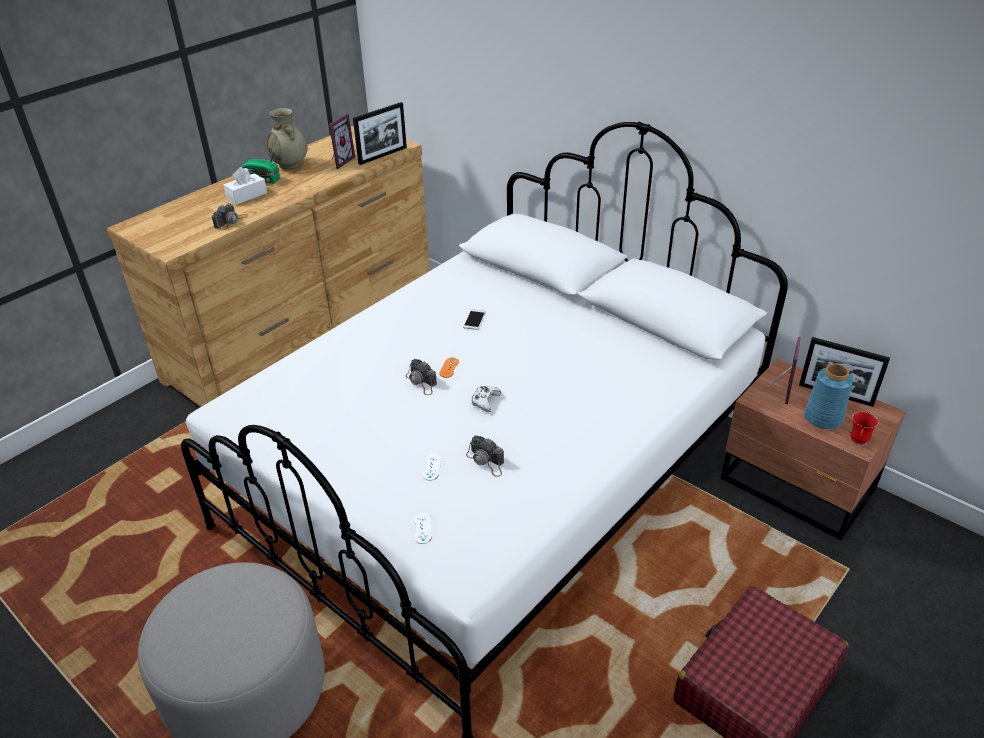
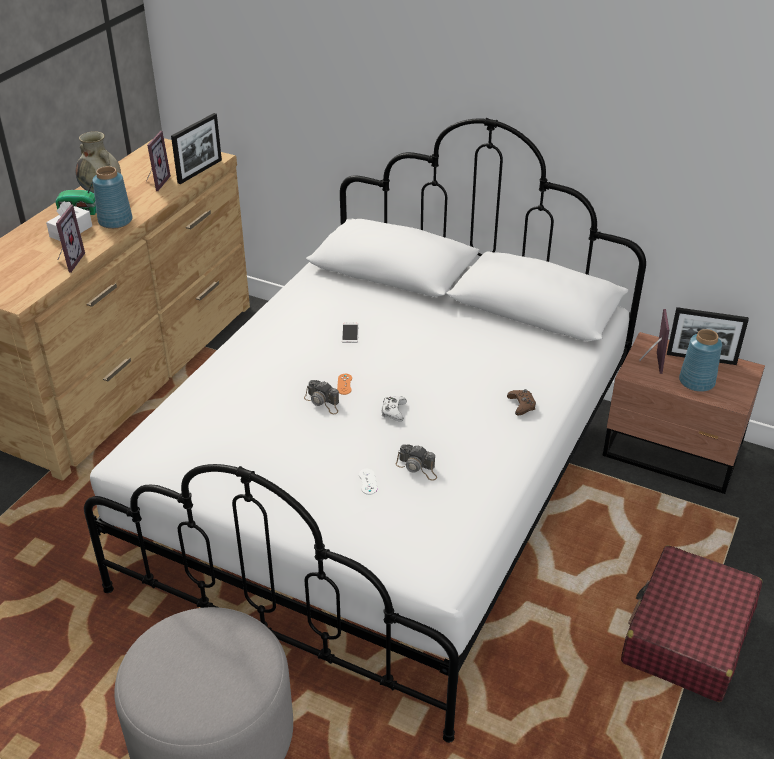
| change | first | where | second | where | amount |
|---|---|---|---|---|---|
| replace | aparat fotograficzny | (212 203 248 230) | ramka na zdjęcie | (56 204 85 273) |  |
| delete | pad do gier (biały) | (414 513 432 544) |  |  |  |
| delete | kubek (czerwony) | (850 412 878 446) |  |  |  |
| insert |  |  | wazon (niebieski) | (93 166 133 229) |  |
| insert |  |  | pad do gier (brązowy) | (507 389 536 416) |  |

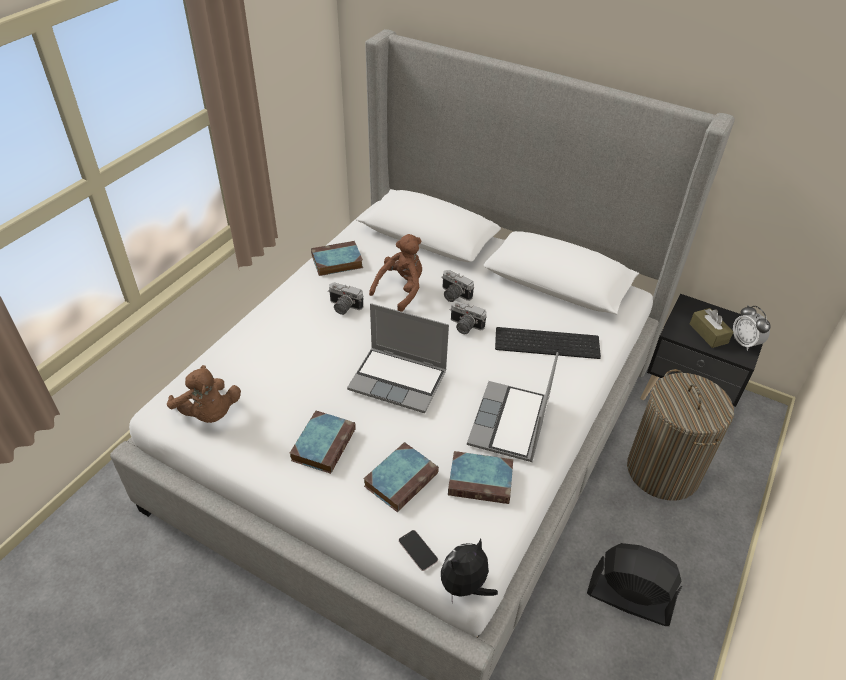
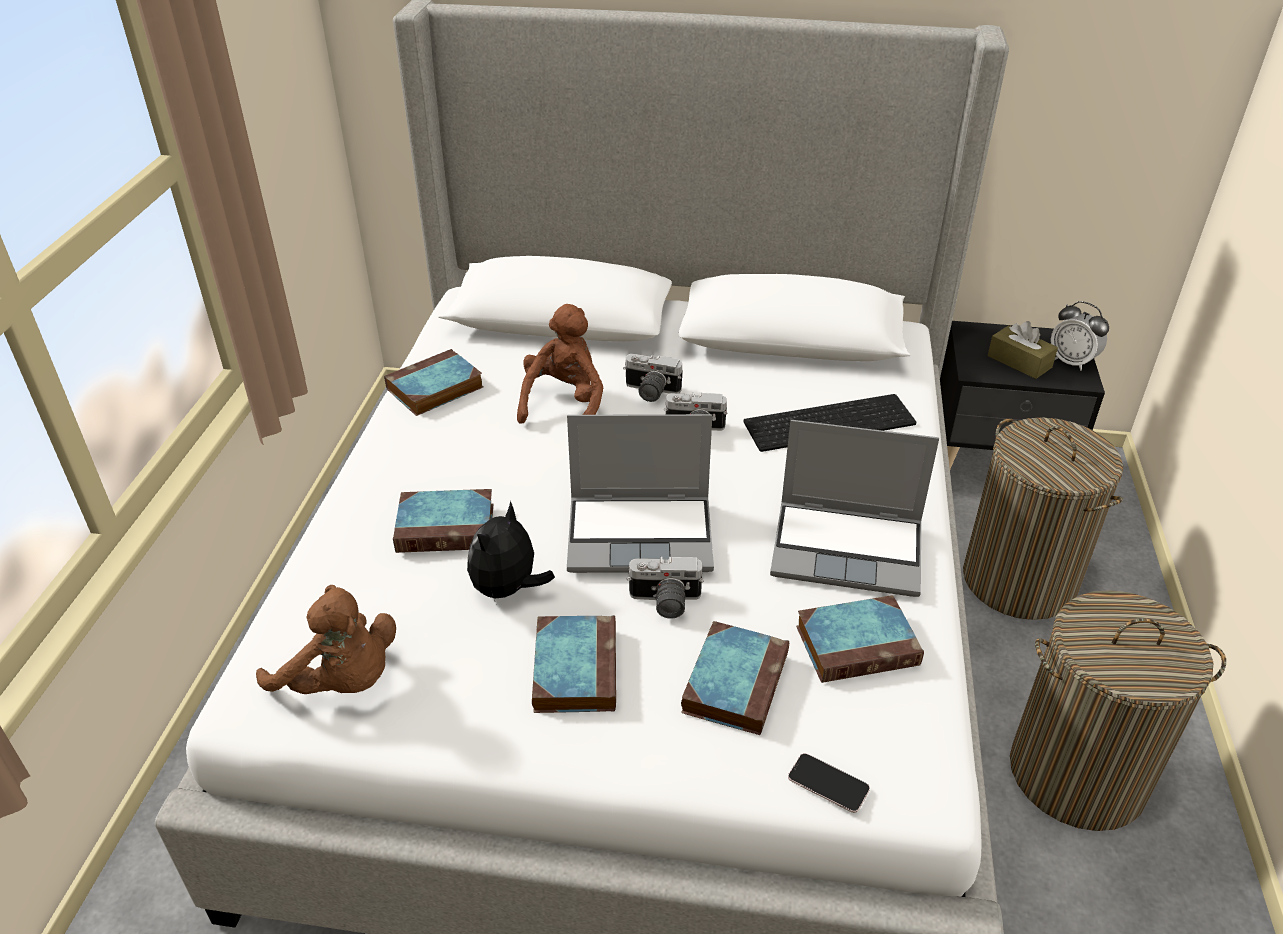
| change | first | where | second | where | amount |
|---|---|---|---|---|---|
| move | aparat fotograficzny | (328 283 364 315) |  | (627 556 704 619) |  |
| move | pluszak | (441 539 498 604) |  | (467 501 555 601) |  |
| rotate | laptop | (467 352 558 462) |  | (770 420 939 597) | 75 degrees counterclockwise |
| replace | wentylator (czarny) | (587 543 682 626) | kosz na pranie | (1010 590 1226 831) |  |
| insert |  |  | książka | (393 489 493 553) |  |

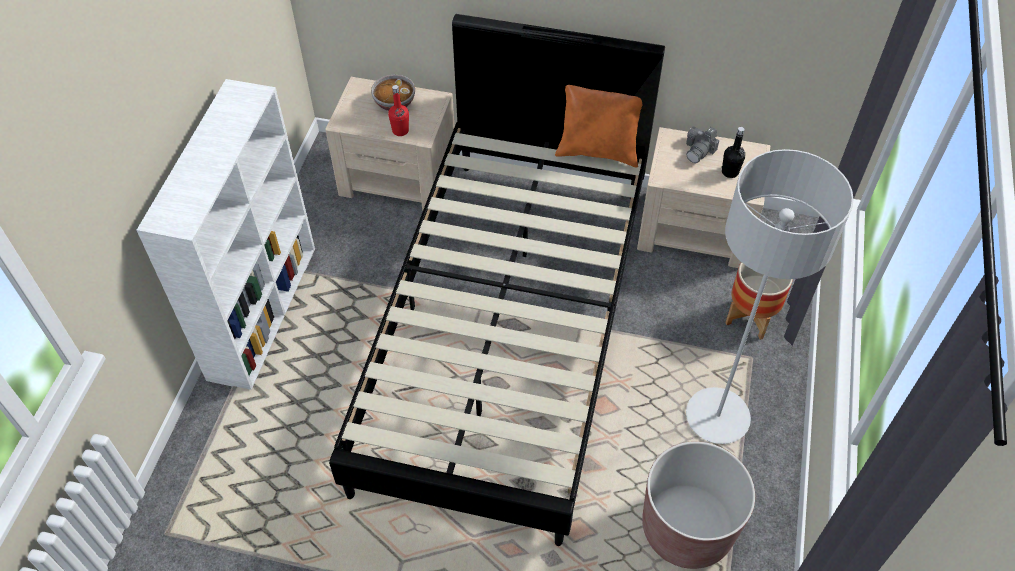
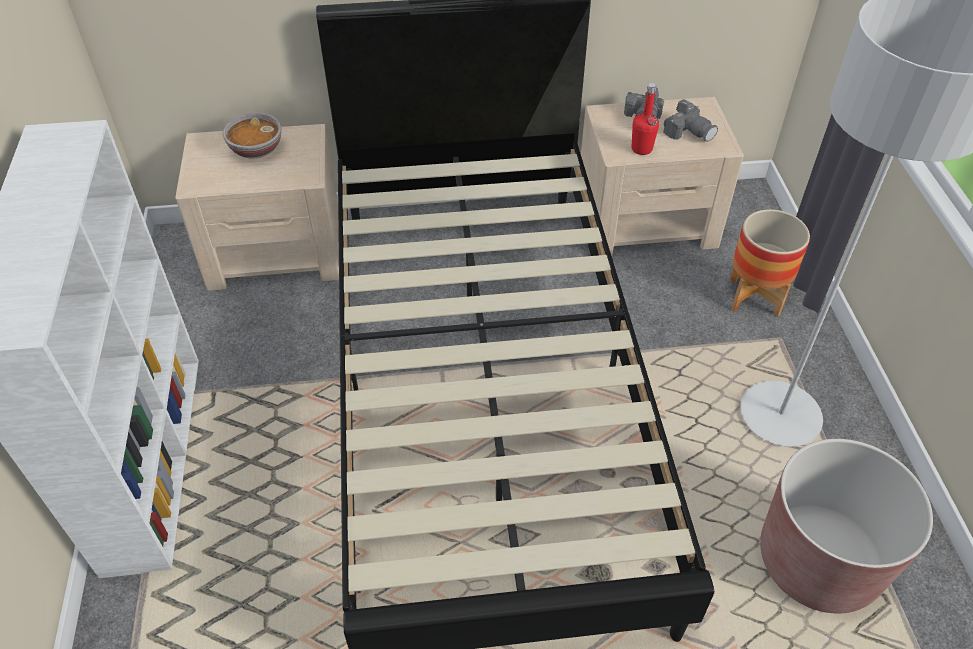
| change | first | where | second | where | amount |
|---|---|---|---|---|---|
| move | butelka (czerwony) | (388 85 409 136) |  | (632 83 659 155) |  |
| delete | poduszka (pomarańczowy) | (555 85 642 168) |  |  |  |
| replace | butelka (czarny) | (722 127 745 178) | aparat fotograficzny | (663 99 718 141) |  |

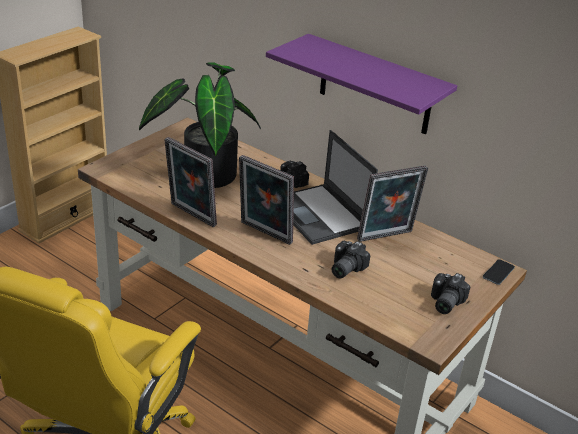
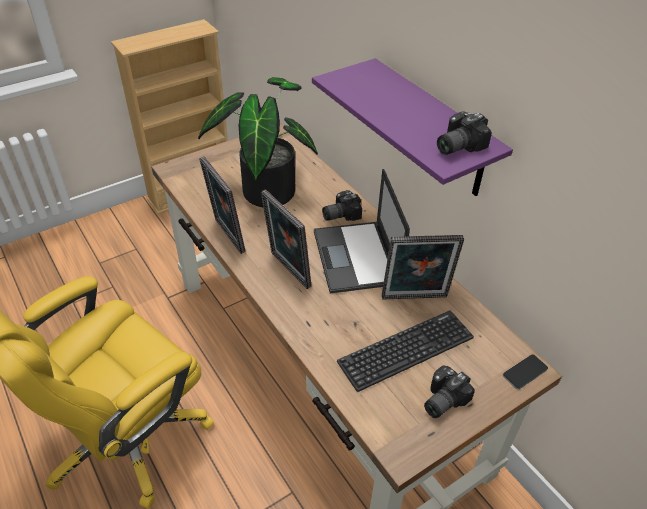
| change | first | where | second | where | amount |
|---|---|---|---|---|---|
| move | aparat fotograficzny | (332 241 370 278) |  | (437 111 492 155) |  |
| insert |  |  | klawiatura | (337 310 474 392) |  |

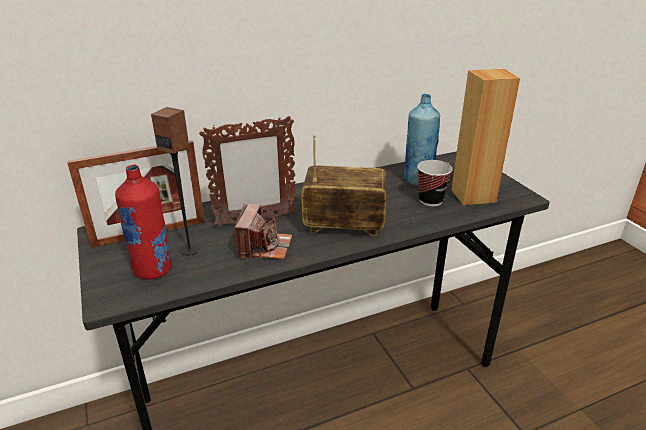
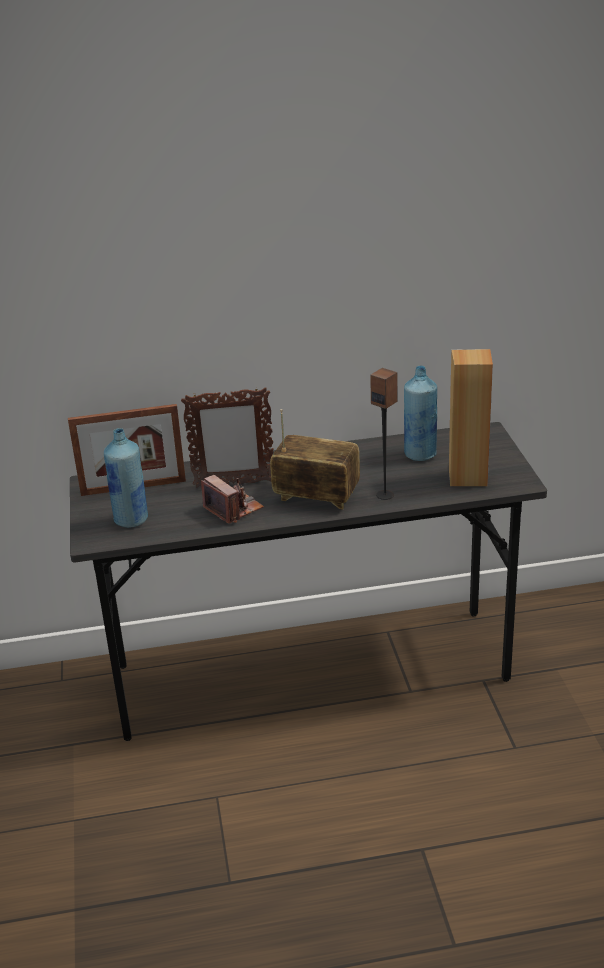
| change | first | where | second | where | amount |
|---|---|---|---|---|---|
| recolor | butelka (czerwony) | (115 165 172 280) | butelka (niebieski) | (104 428 148 528) |  |
| move | głośnik | (151 107 199 255) |  | (370 368 398 500) |  |
| rotate | aparat fotograficzny | (234 204 292 259) |  | (201 475 264 524) | 60 degrees counterclockwise |
| delete | filiżanka | (417 160 453 206) |  |  |  |

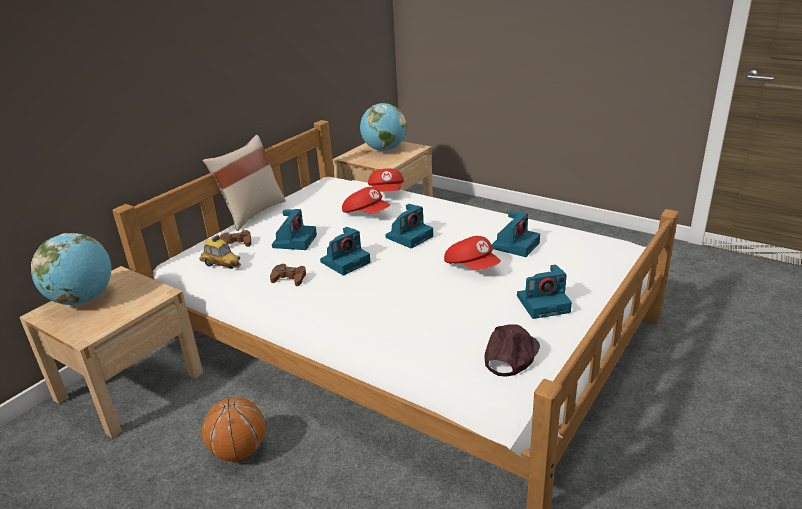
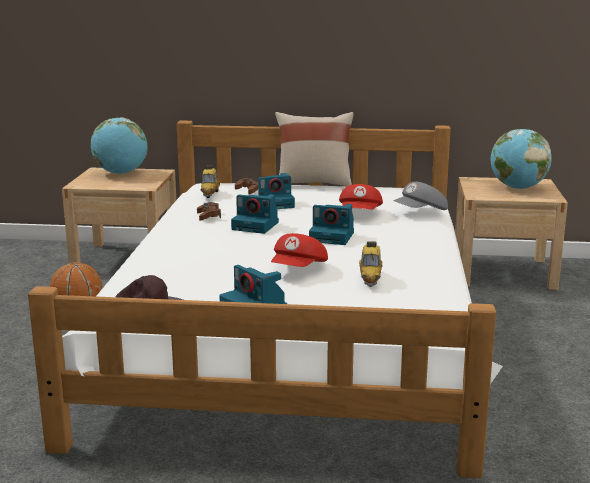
| change | first | where | second | where | amount |
|---|---|---|---|---|---|
| recolor | czapka z daszkiem (czerwony) | (368 169 404 192) | czapka z daszkiem (szary) | (393 182 448 210) |  |
| replace | aparat fotograficzny | (492 211 540 257) | samochodzik | (359 241 382 286) |  |

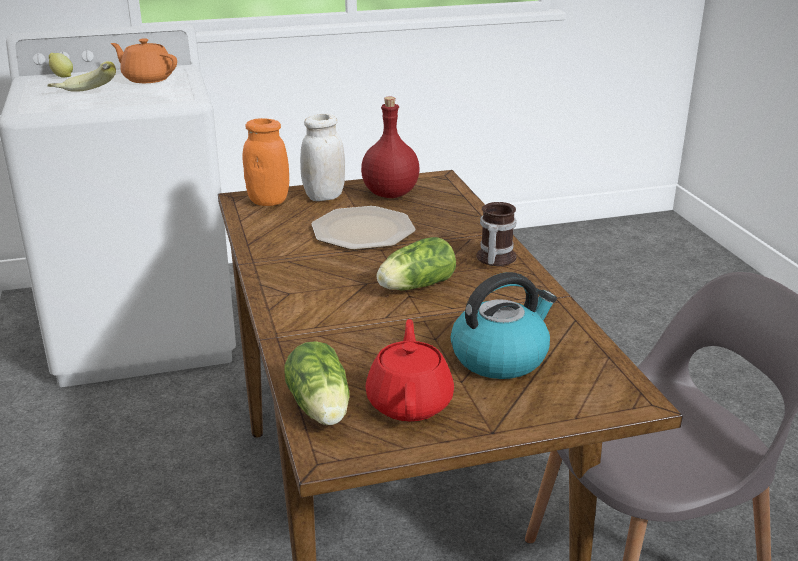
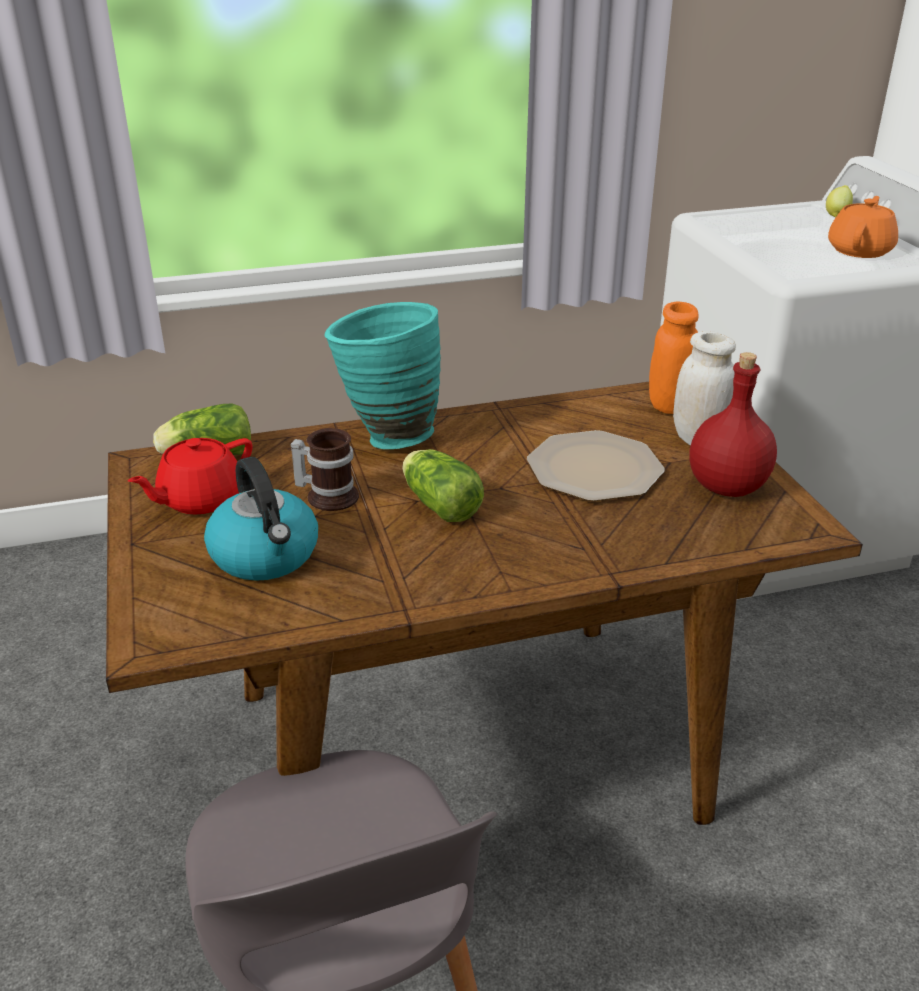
| change | first | where | second | where | amount |
|---|---|---|---|---|---|
| delete | banan | (48 61 116 92) |  |  |  |
| rotate | imbryk (czerwony) | (365 319 454 421) |  | (128 438 252 515) | 135 degrees clockwise |
| move | kubek | (476 202 516 266) |  | (291 428 359 511) |  |
| insert |  |  | wazon (turkusowy) | (324 302 441 449) |  |

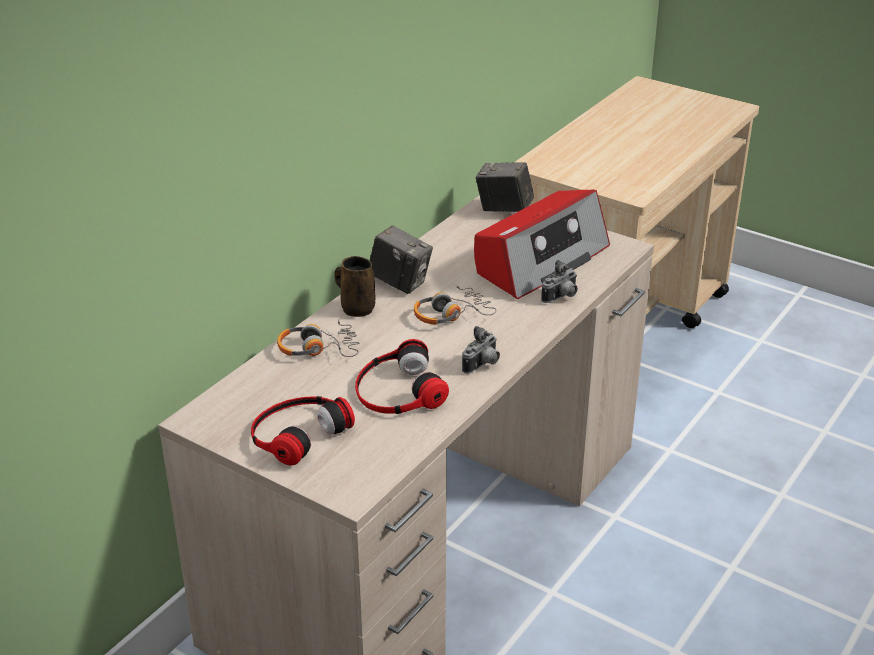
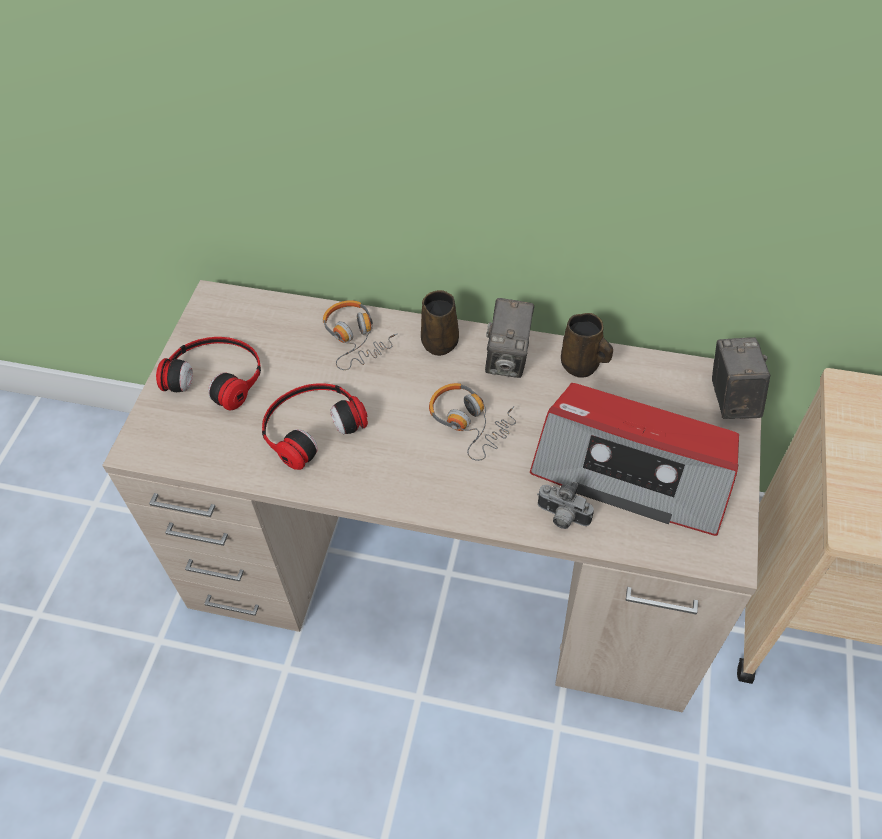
| change | first | where | second | where | amount |
|---|---|---|---|---|---|
| delete | aparat fotograficzny | (462 326 500 374) |  |  |  |
| insert |  |  | kubek (brązowy) | (561 313 613 378) |  |

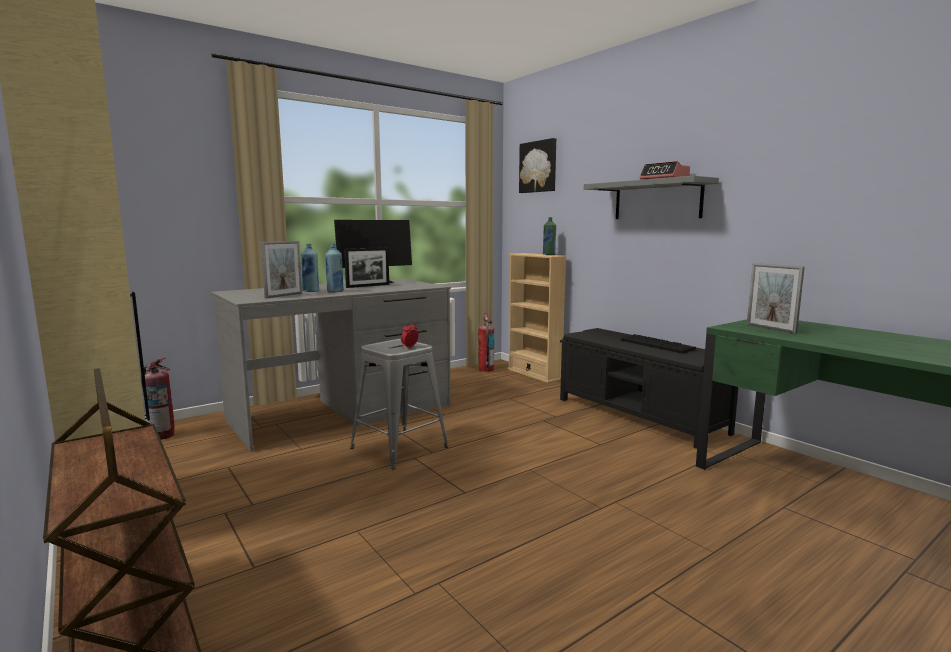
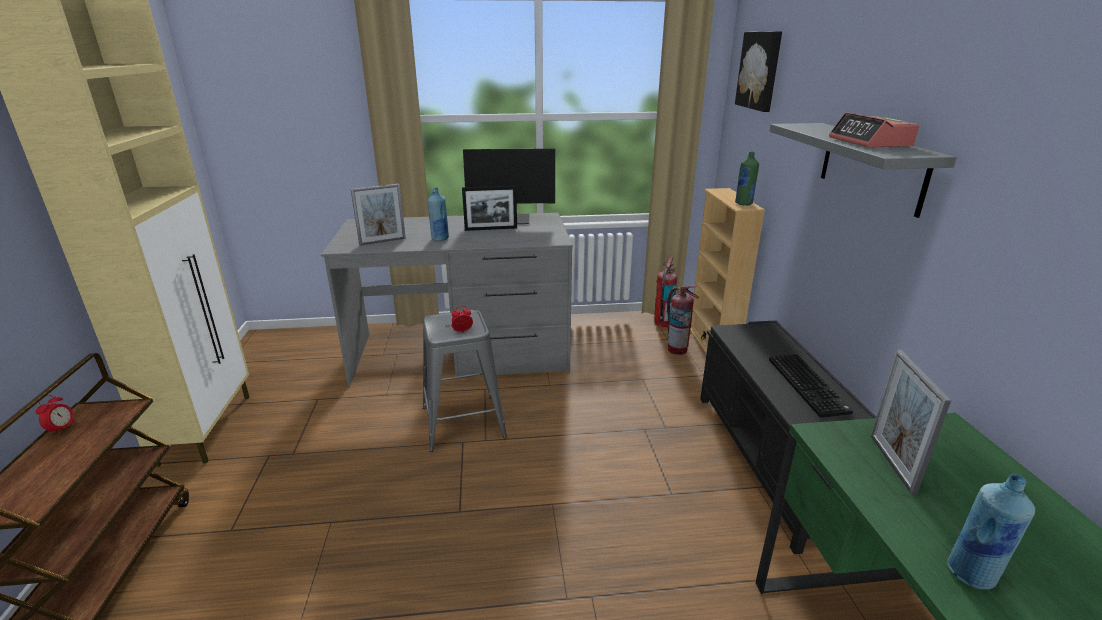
| change | first | where | second | where | amount |
|---|---|---|---|---|---|
| move | gaśnica | (141 358 175 440) |  | (667 285 699 355) |  |
| move | butelka (niebieski) | (301 244 319 292) |  | (947 474 1035 589) |  |
| insert |  |  | budzik | (35 395 76 435) |  |

